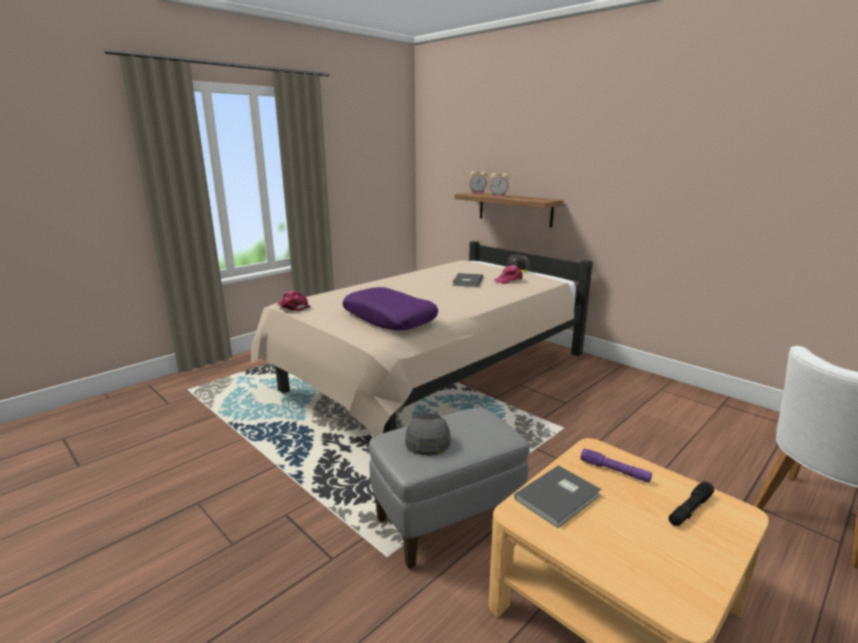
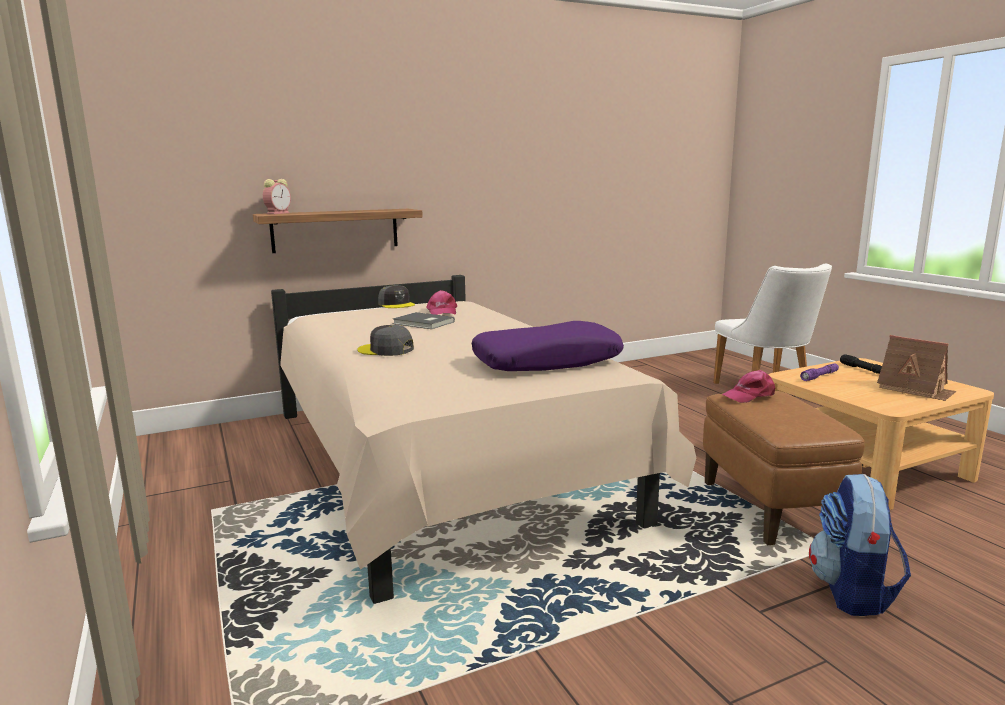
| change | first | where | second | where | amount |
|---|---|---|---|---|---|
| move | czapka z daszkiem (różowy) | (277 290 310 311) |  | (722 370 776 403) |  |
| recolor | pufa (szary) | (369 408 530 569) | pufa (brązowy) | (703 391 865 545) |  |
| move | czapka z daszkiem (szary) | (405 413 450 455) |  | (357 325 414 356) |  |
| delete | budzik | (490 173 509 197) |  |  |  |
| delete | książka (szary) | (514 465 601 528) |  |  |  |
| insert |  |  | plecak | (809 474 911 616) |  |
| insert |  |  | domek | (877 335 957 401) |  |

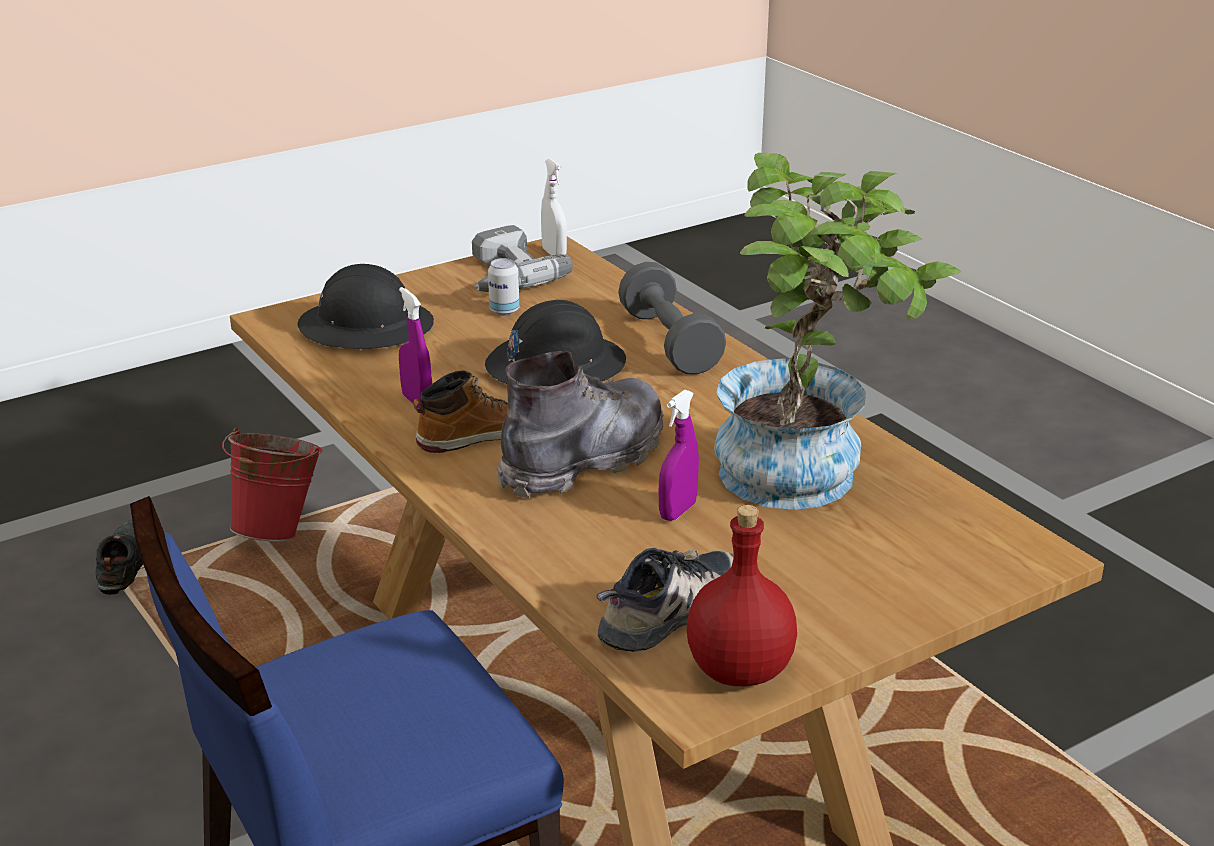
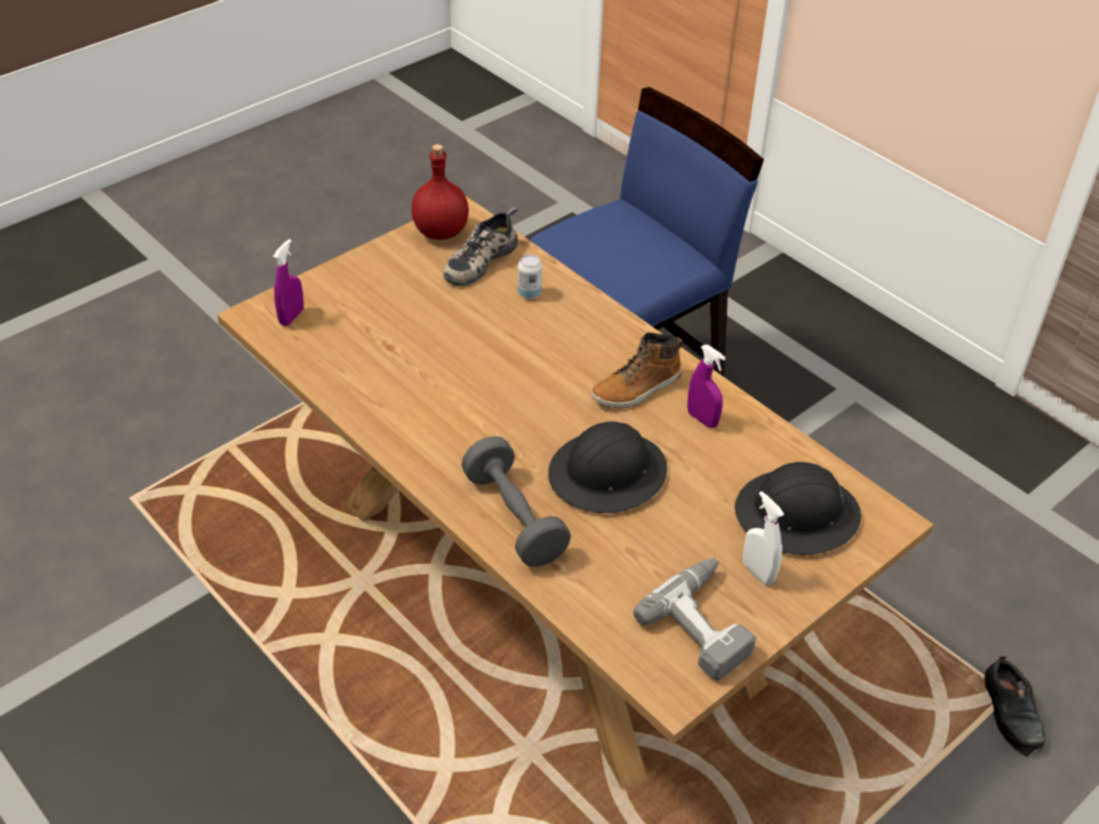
| change | first | where | second | where | amount |
|---|---|---|---|---|---|
| delete | wiadro (czerwony) | (222 428 322 542) |  |  |  |
| move | puszka | (488 258 519 316) |  | (518 254 542 299) |  |
| delete | but z cholewką (szary) | (497 351 664 499) |  |  |  |
| move | spryskiwacz (biały) | (541 158 567 255) |  | (743 491 784 585) |  |
| move | spryskiwacz (fioletowy) | (659 390 699 521) |  | (273 239 304 326) |  |
| delete | roślina doniczkowa | (714 153 962 510) |  |  |  |

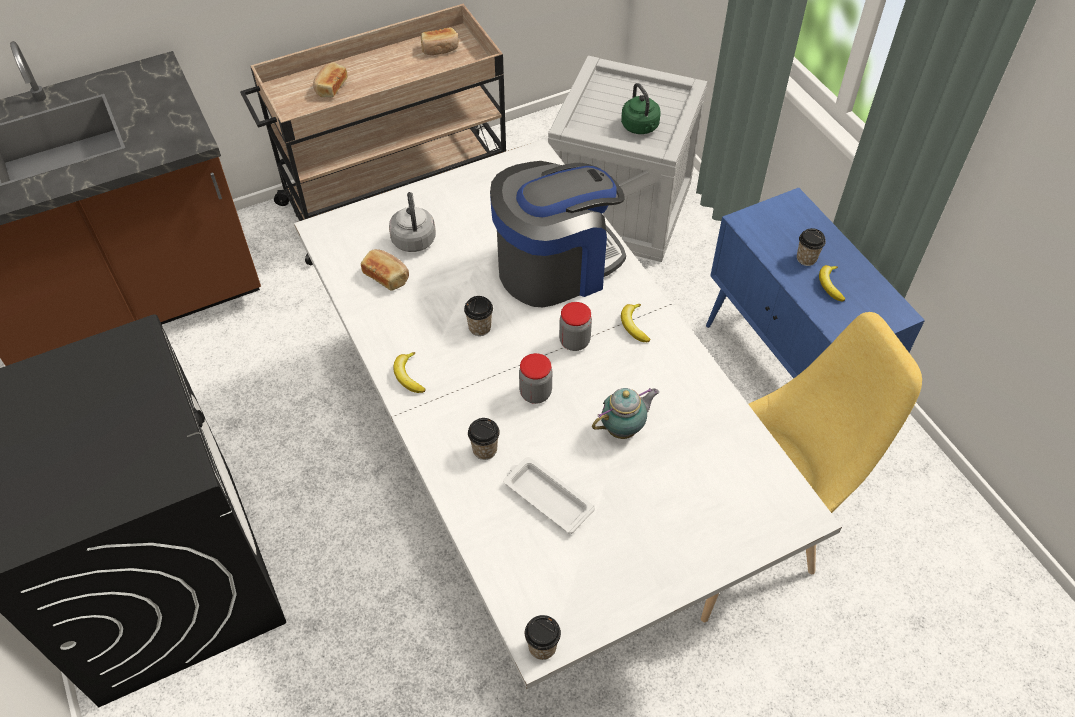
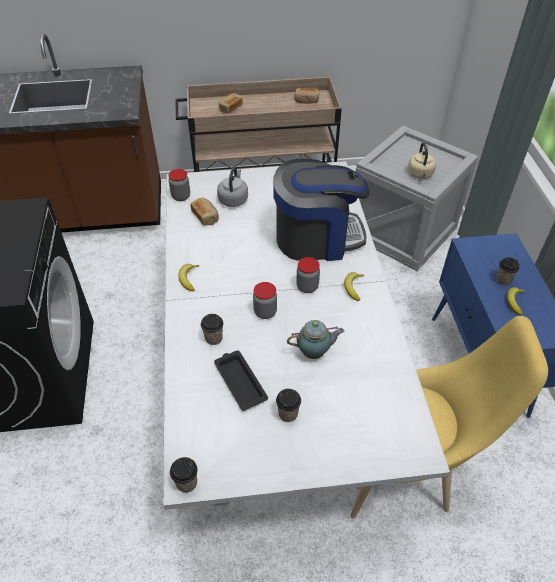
| change | first | where | second | where | amount |
|---|---|---|---|---|---|
| move | filiżanka | (464 296 493 336) |  | (276 389 301 422) |  |
| recolor | taca (biały) | (503 457 595 534) | taca (czarny) | (214 351 268 411) |  |
| recolor | czajnik (zielony) | (621 83 661 134) | czajnik (beżowy) | (408 142 436 178) |  |
| insert |  |  | słoik | (168 169 190 201) |  |

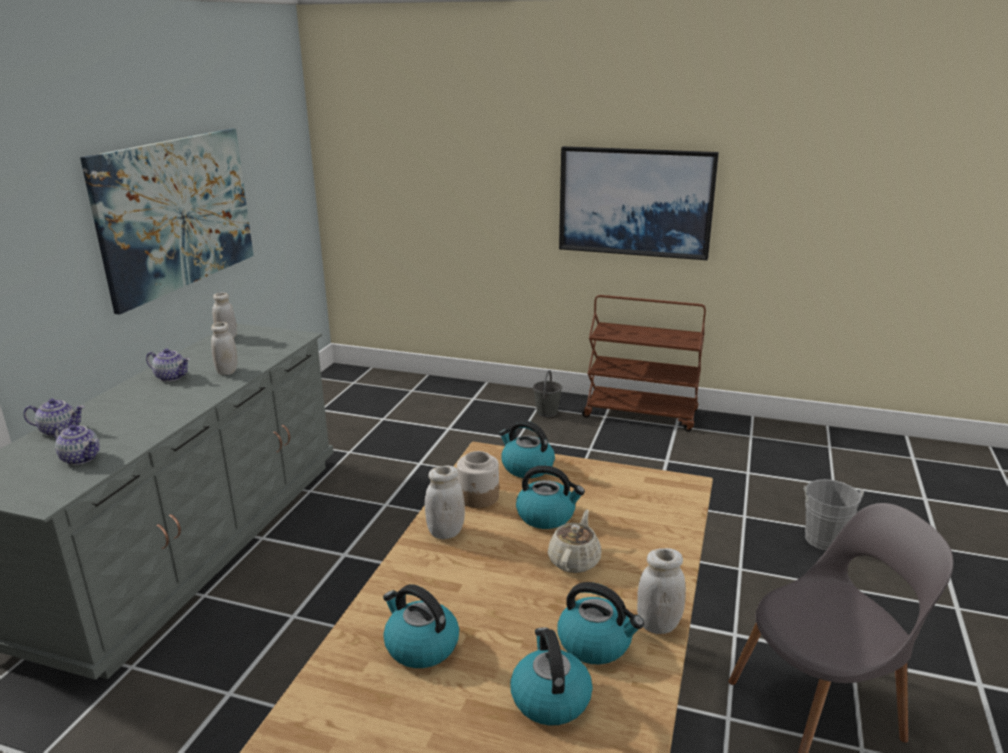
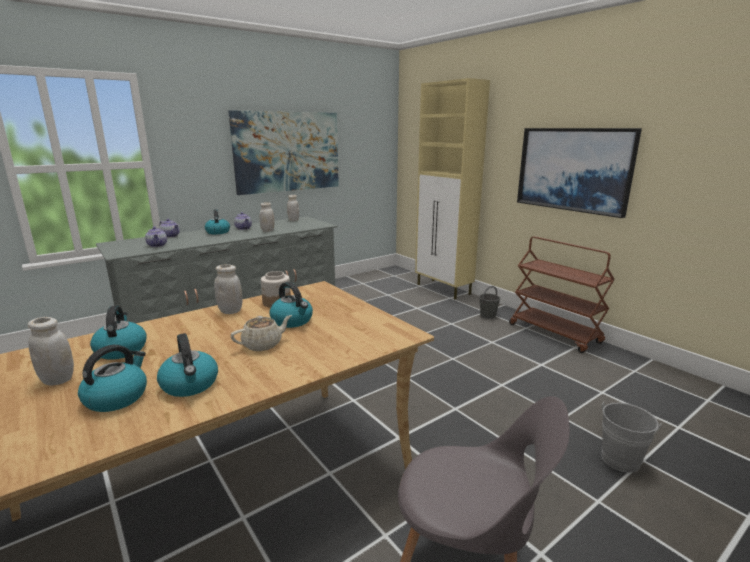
| change | first | where | second | where | amount |
|---|---|---|---|---|---|
| move | czajnik | (499 421 555 478) |  | (205 209 230 234) |  |
| move | słoik (biały) | (637 548 686 634) |  | (27 317 74 386) |  |
| insert |  |  | szafka (beżowy) | (415 78 490 299) |  |

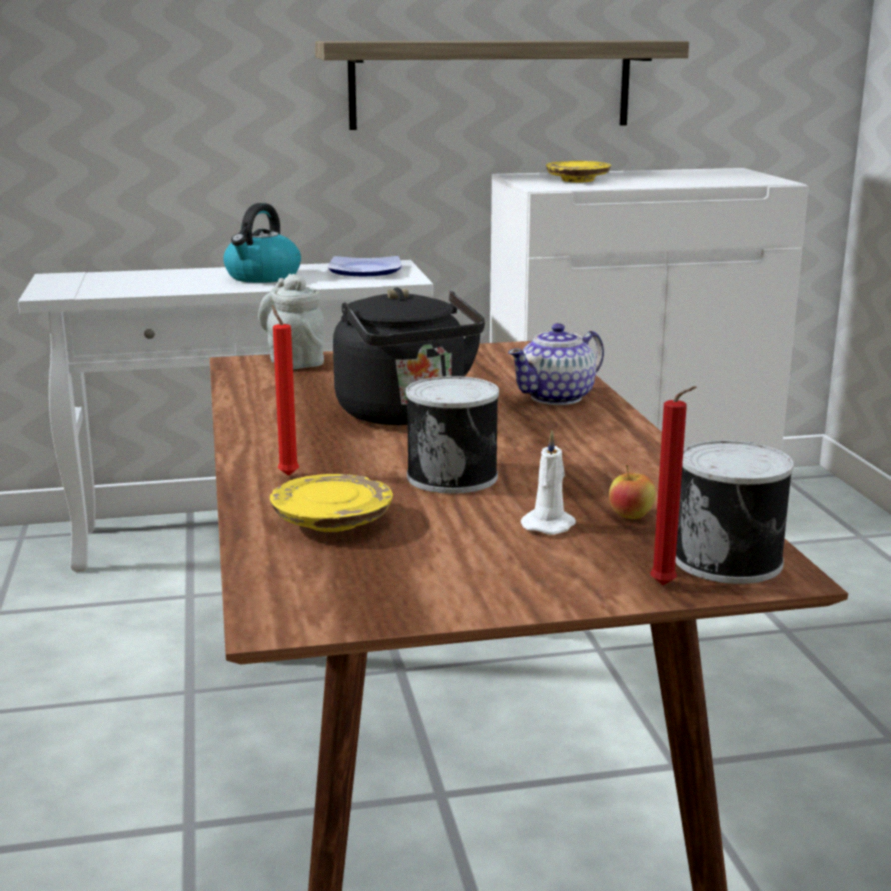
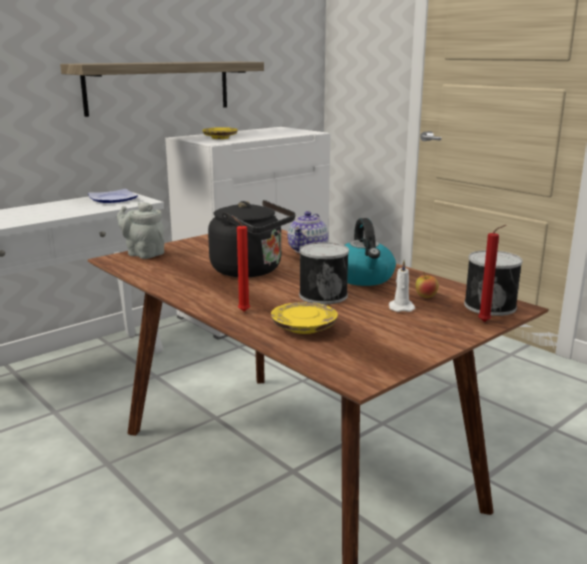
| change | first | where | second | where | amount |
|---|---|---|---|---|---|
| move | czajnik | (223 203 301 283) |  | (345 218 396 286) |  |

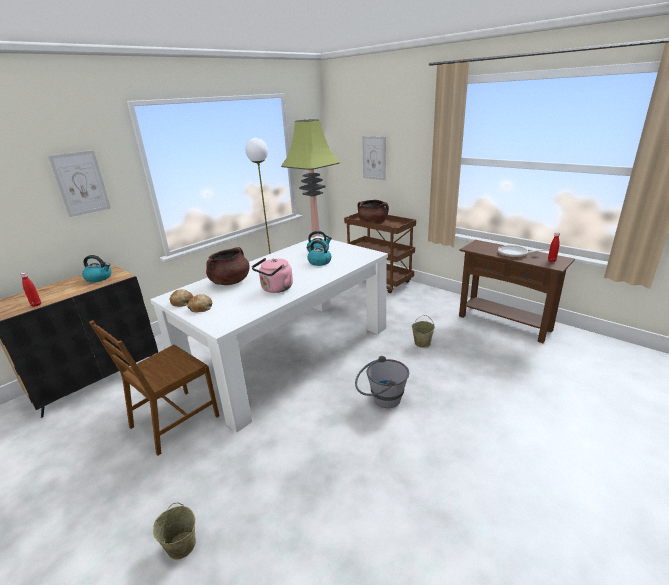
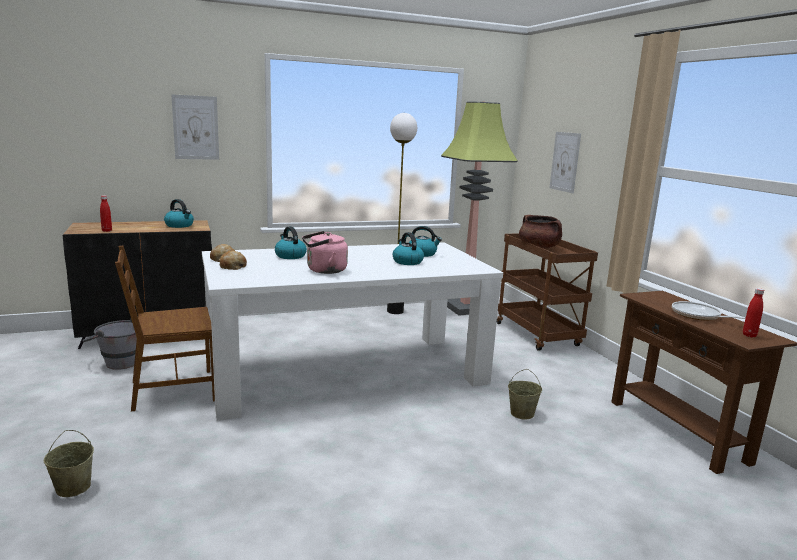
| change | first | where | second | where | amount |
|---|---|---|---|---|---|
| replace | garnek (brązowy) | (206 247 249 285) | czajnik | (275 226 307 259) |  |
| move | wiadro (szary) | (355 356 409 408) |  | (83 318 137 370) |  |

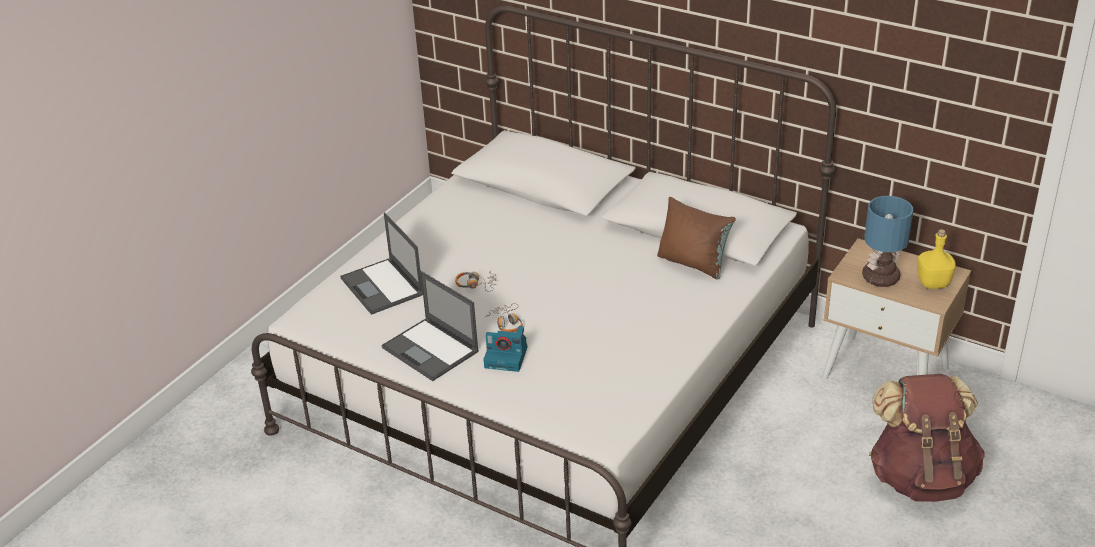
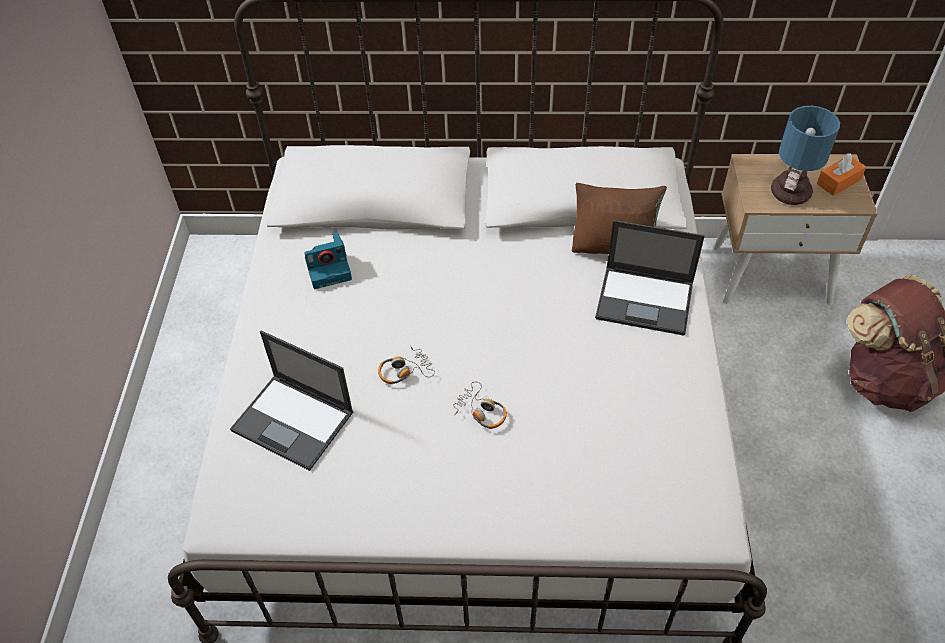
| change | first | where | second | where | amount |
|---|---|---|---|---|---|
| move | laptop | (382 271 479 381) |  | (595 220 705 336) |  |
| move | aparat fotograficzny | (483 326 527 372) |  | (304 232 352 289) |  |
| replace | butelka (żółty) | (918 229 956 289) | pudełko chusteczek (pomarańczowy) | (817 153 866 196) |  |

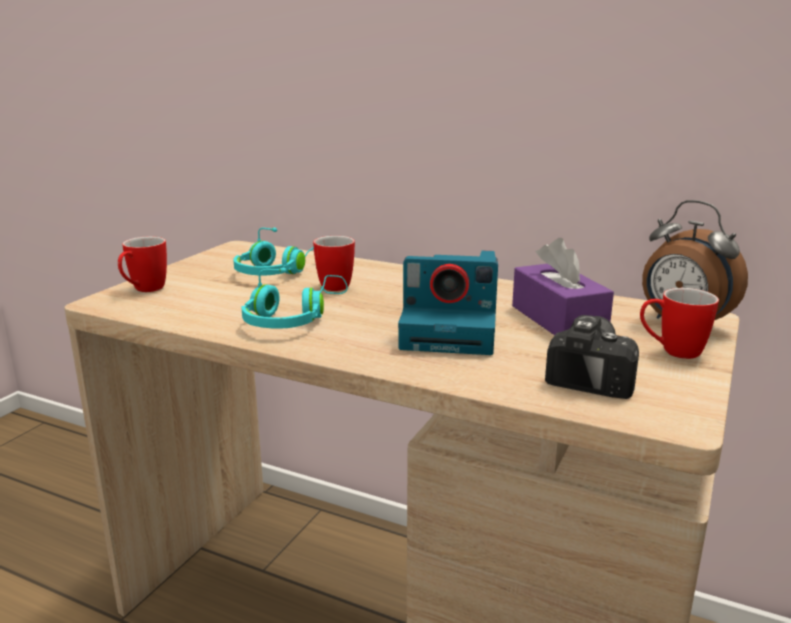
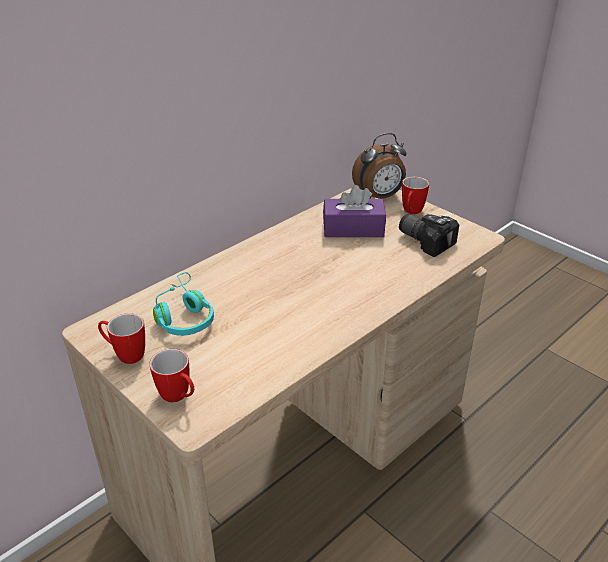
| change | first | where | second | where | amount |
|---|---|---|---|---|---|
| delete | słuchawki (turkusowy) | (241 268 348 329) |  |  |  |
| move | kubek | (313 236 355 291) |  | (98 313 145 364) |  |
| delete | aparat fotograficzny | (398 251 498 355) |  |  |  |

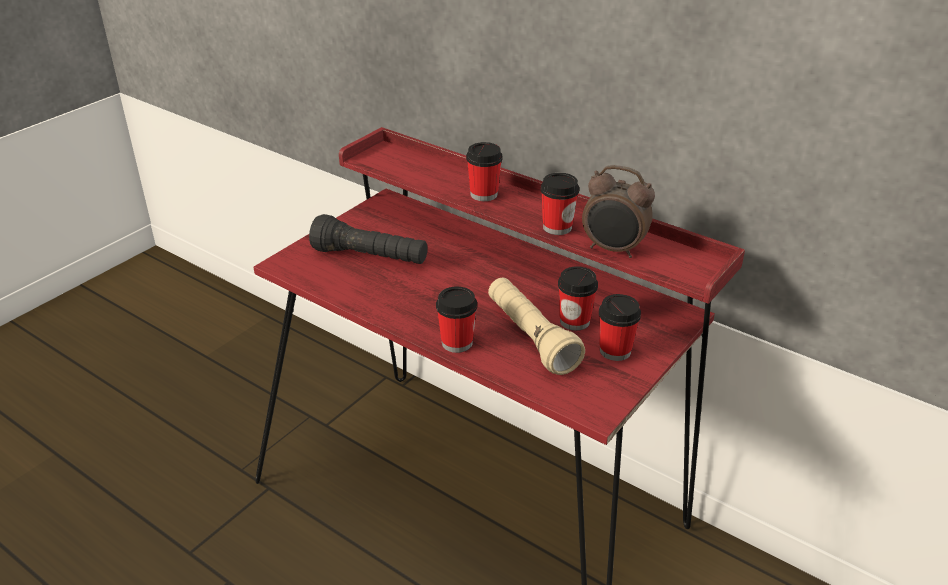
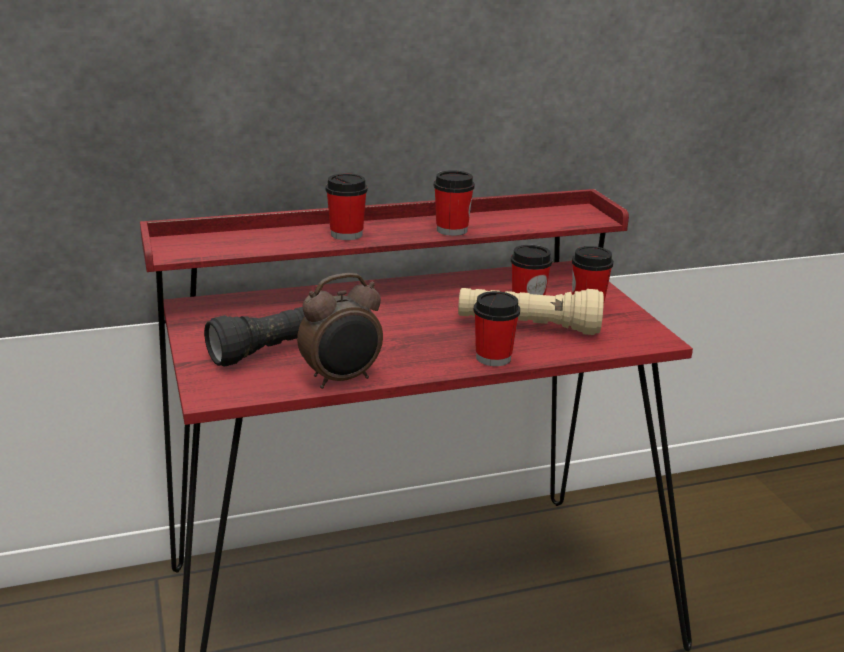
| change | first | where | second | where | amount |
|---|---|---|---|---|---|
| move | budzik | (582 165 655 258) |  | (297 273 383 389) |  |

